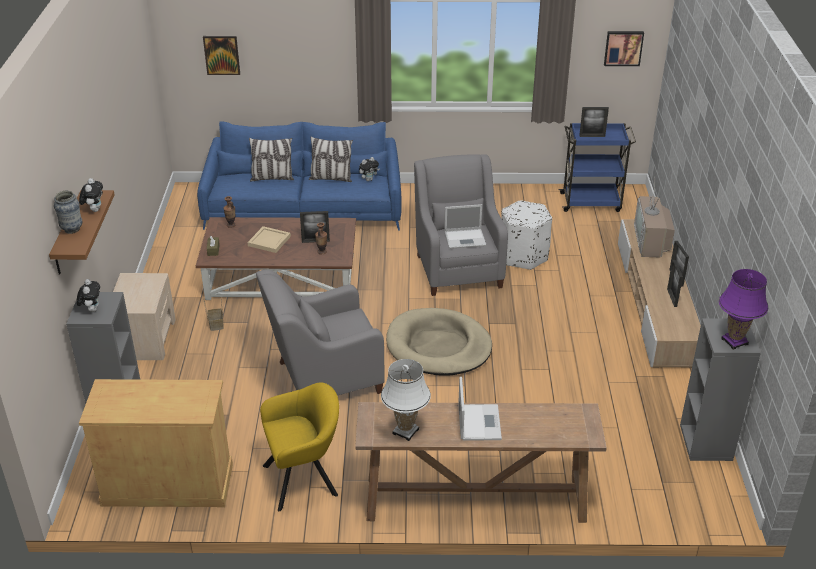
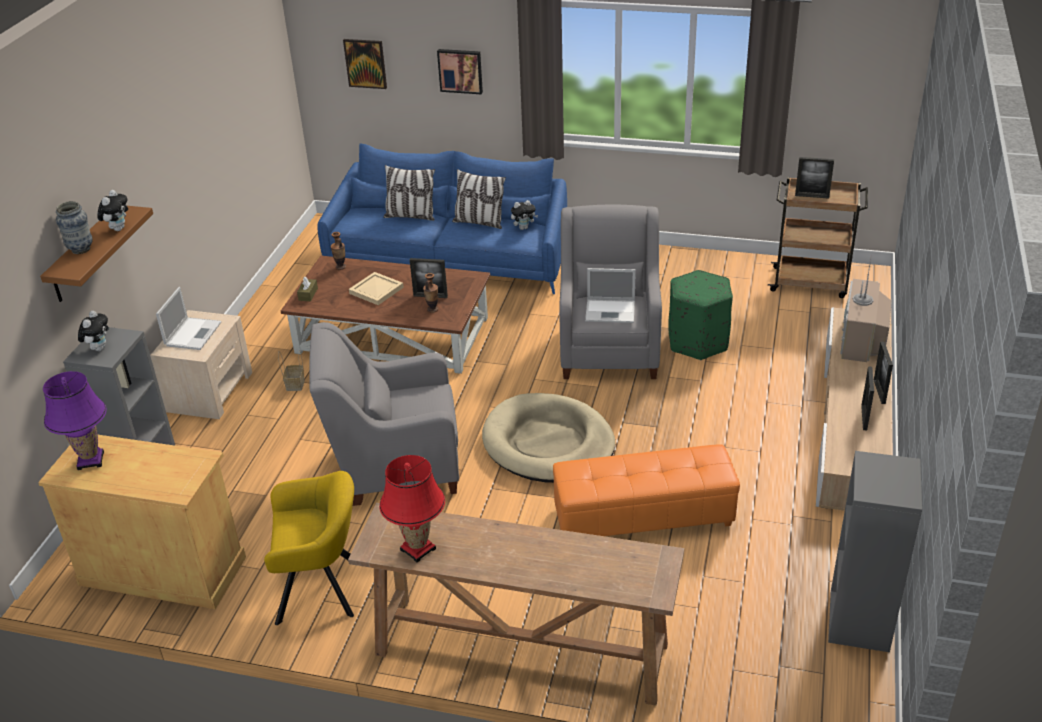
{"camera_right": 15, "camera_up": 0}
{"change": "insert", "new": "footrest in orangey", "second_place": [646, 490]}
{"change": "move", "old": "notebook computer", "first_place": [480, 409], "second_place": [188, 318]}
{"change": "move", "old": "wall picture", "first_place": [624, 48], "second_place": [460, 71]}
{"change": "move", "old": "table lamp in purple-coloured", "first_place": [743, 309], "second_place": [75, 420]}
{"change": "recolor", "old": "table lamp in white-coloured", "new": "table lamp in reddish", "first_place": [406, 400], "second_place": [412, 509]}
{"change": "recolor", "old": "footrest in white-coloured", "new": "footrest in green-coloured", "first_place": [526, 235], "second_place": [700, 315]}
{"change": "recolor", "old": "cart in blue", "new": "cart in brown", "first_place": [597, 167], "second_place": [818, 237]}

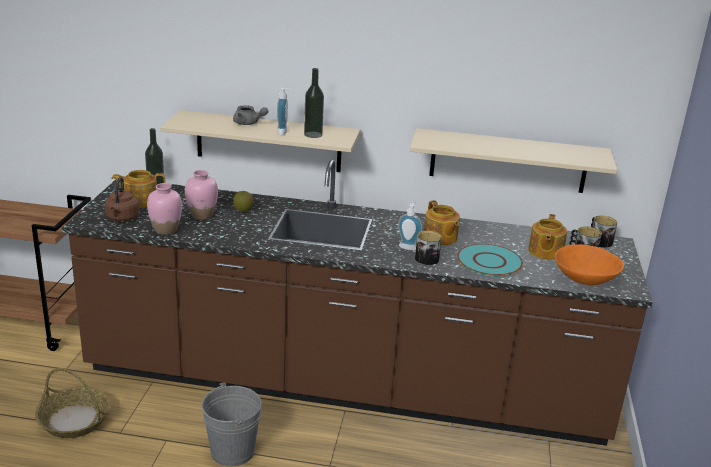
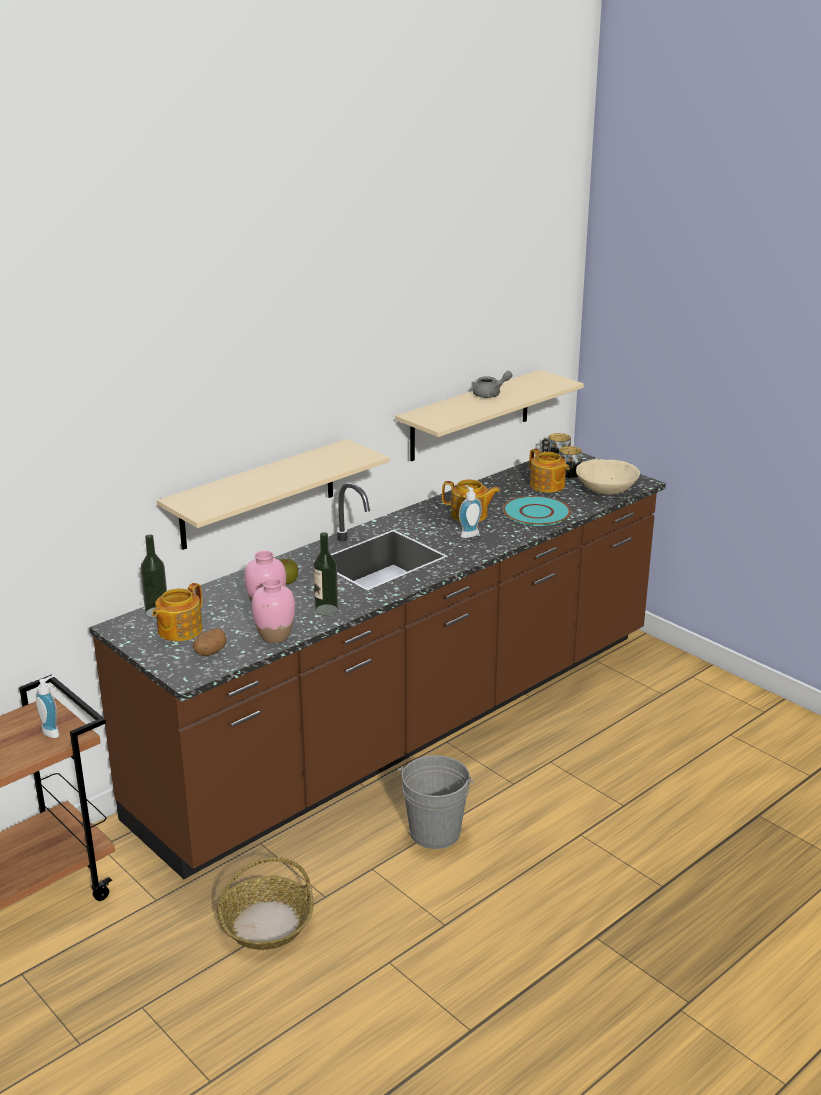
{"camera_right": -50, "camera_up": 0}
{"change": "delete", "old": "coffee mug", "first_place": [428, 248]}
{"change": "move", "old": "teapot in grey", "first_place": [250, 115], "second_place": [492, 384]}
{"change": "move", "old": "liquid soap bottle", "first_place": [285, 111], "second_place": [47, 706]}
{"change": "move", "old": "bottle", "first_place": [314, 103], "second_place": [325, 574]}
{"change": "replace", "old": "tea kettle in brown", "new": "potato", "first_place": [122, 199], "second_place": [210, 642]}
{"change": "recolor", "old": "serving bowl in orangey", "new": "serving bowl in beige", "first_place": [589, 264], "second_place": [608, 477]}

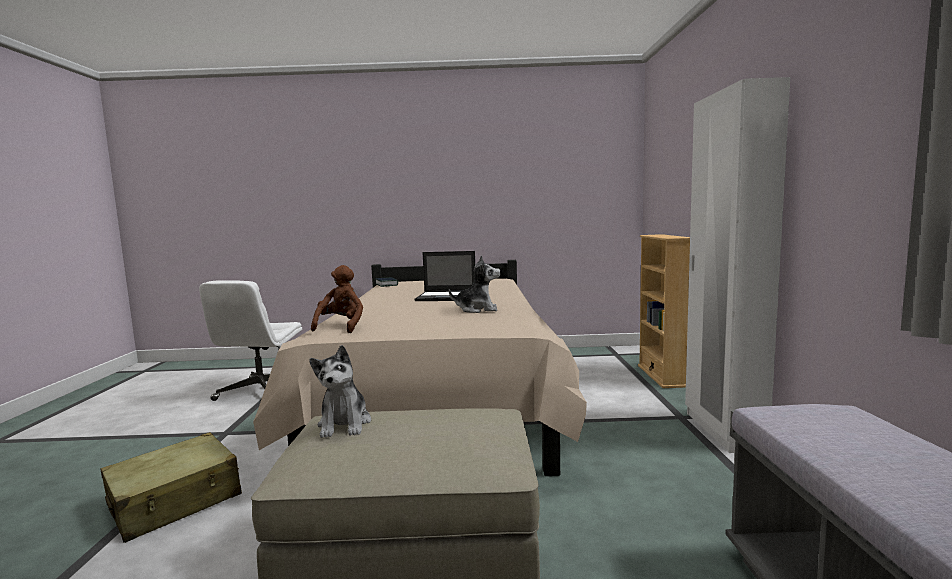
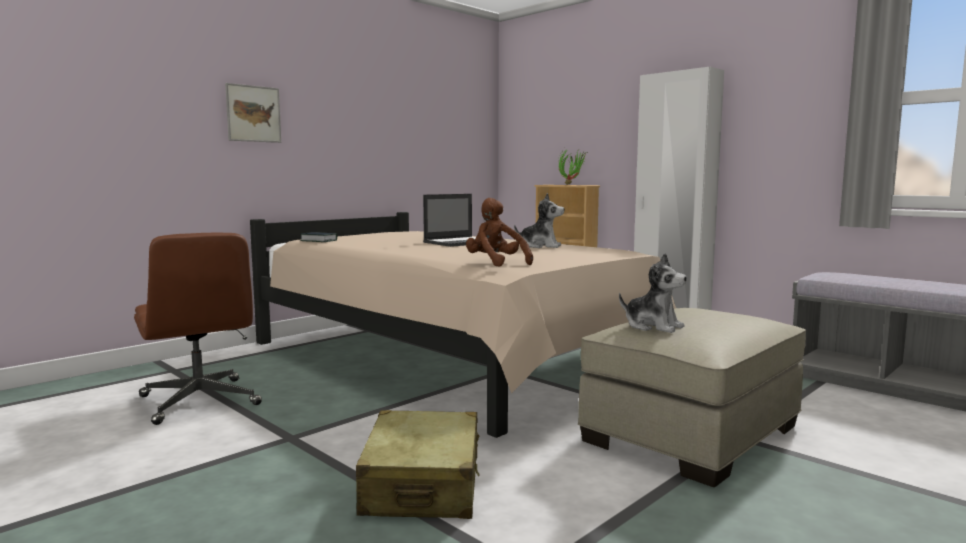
{"camera_right": -45, "camera_up": 0}
{"change": "insert", "new": "wall picture", "second_place": [253, 113]}
{"change": "insert", "new": "potted plant", "second_place": [573, 168]}
{"change": "recolor", "old": "computer chair in white-coloured", "new": "computer chair in brown", "first_place": [250, 340], "second_place": [198, 329]}
{"change": "rotate", "old": "soft toy", "first_place": [475, 284], "second_place": [539, 220], "degrees": 60}

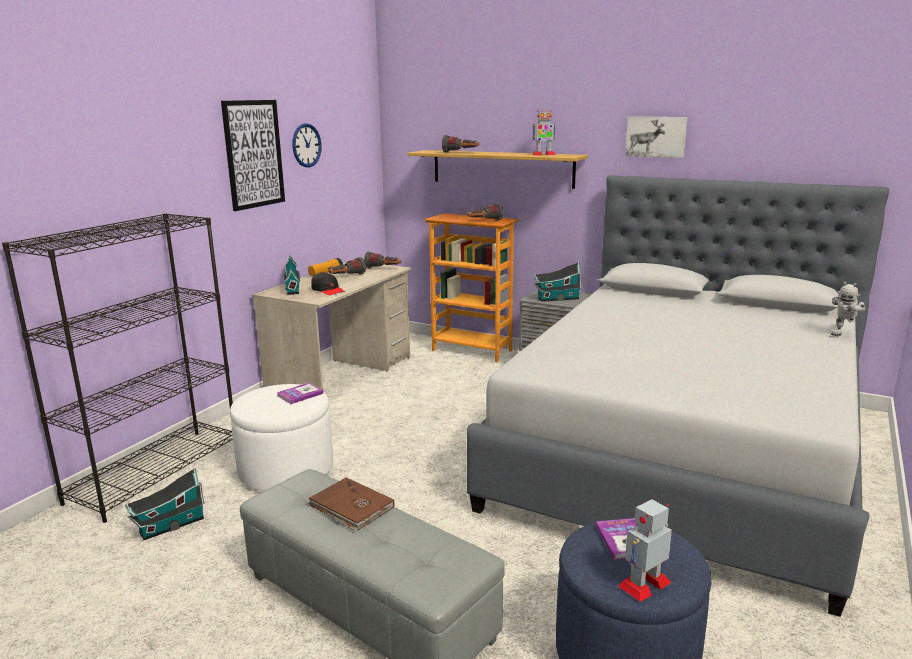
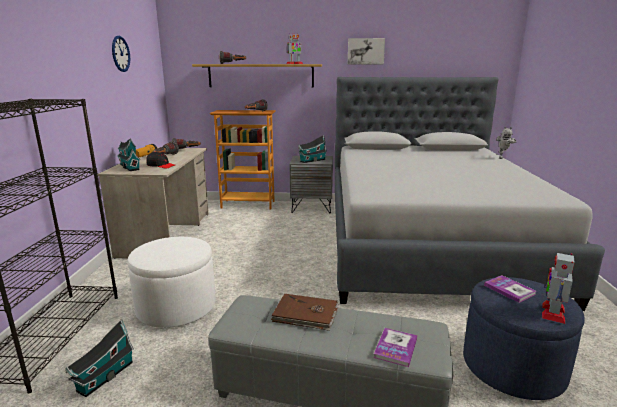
{"camera_right": -25, "camera_up": 0}
{"change": "delete", "old": "wall picture", "first_place": [253, 155]}
{"change": "move", "old": "bound book", "first_place": [300, 393], "second_place": [395, 347]}

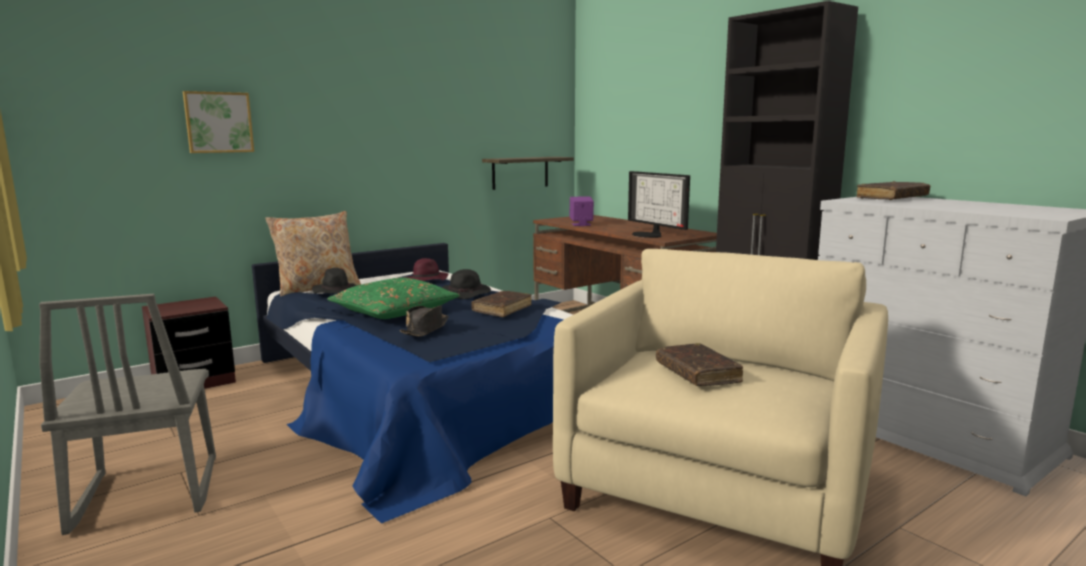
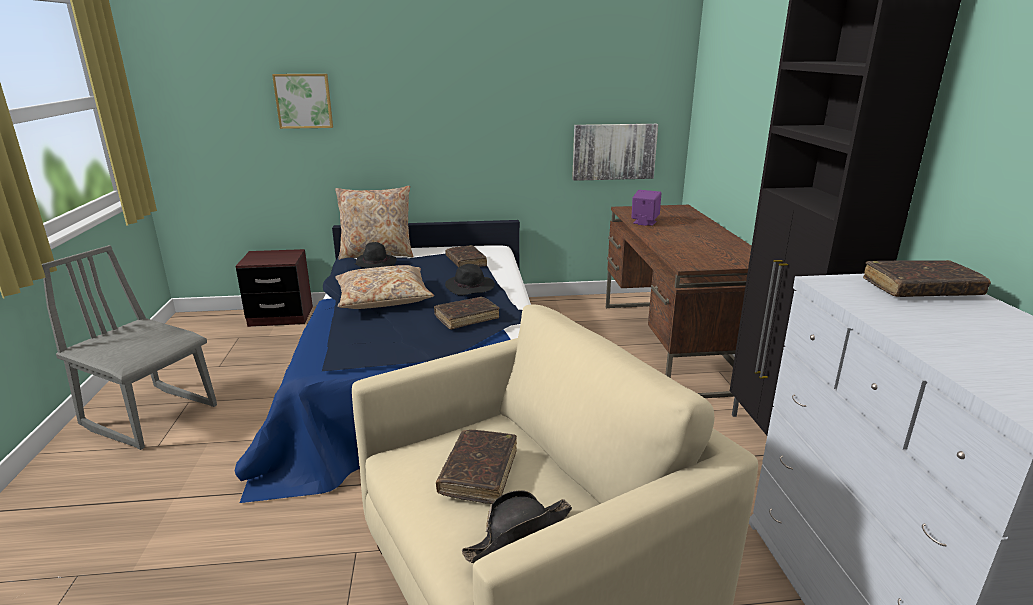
{"camera_right": 30, "camera_up": 10}
{"change": "delete", "old": "computer display", "first_place": [659, 204]}
{"change": "move", "old": "wearable hat in black-coloured", "first_place": [424, 320], "second_place": [517, 526]}
{"change": "replace", "old": "wearable hat in purple-coloured", "new": "bound book in brown", "first_place": [426, 269], "second_place": [466, 256]}
{"change": "replace", "old": "wall shelf", "new": "wall picture", "first_place": [528, 173], "second_place": [615, 152]}
{"change": "recolor", "old": "throw pillow in green-coloured", "new": "throw pillow in beige", "first_place": [393, 298], "second_place": [384, 287]}
{"change": "rotate", "old": "chair in grey", "first_place": [127, 414], "second_place": [129, 347], "degrees": 105}

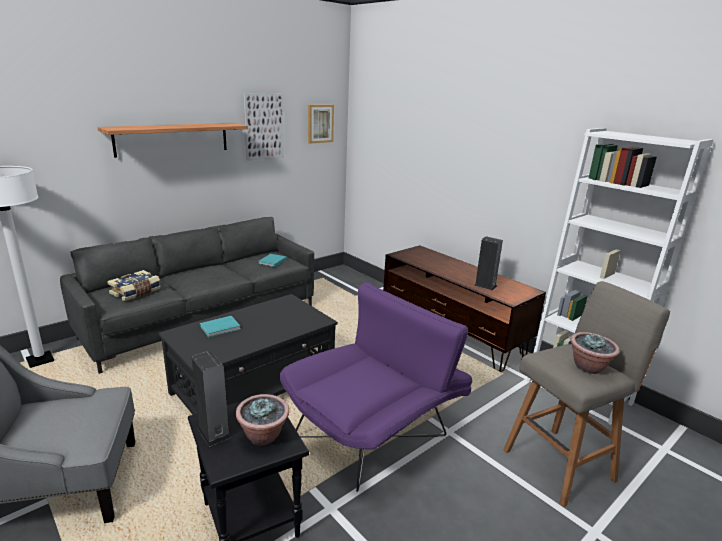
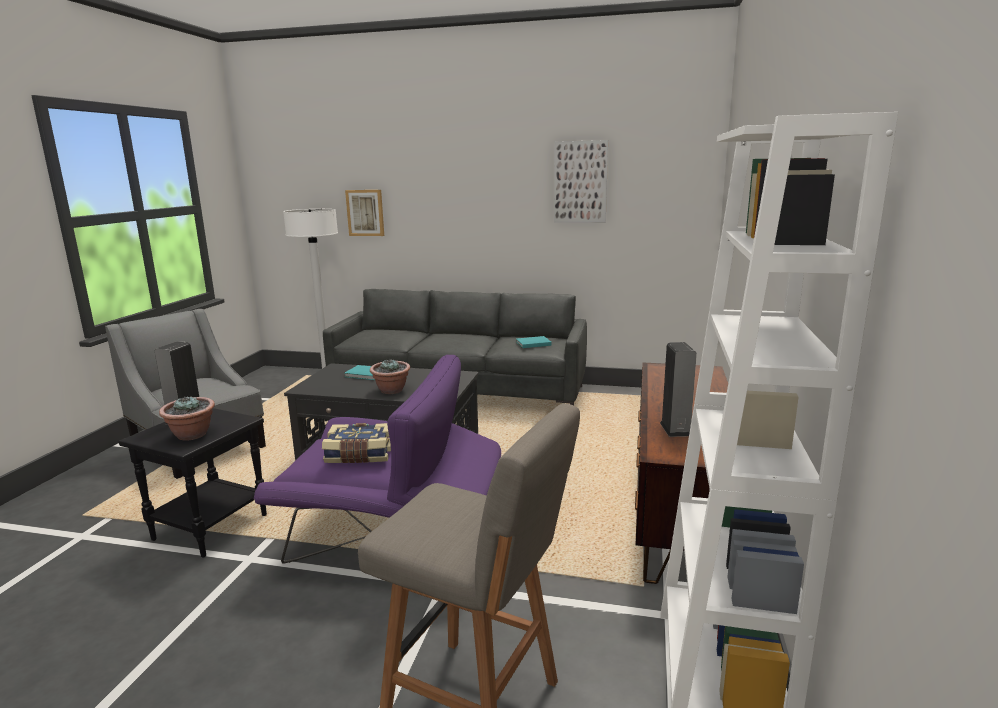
{"camera_right": 55, "camera_up": -5}
{"change": "delete", "old": "wall shelf", "first_place": [172, 140]}
{"change": "move", "old": "bound book", "first_place": [134, 285], "second_place": [356, 443]}
{"change": "move", "old": "wall picture", "first_place": [321, 124], "second_place": [364, 213]}
{"change": "move", "old": "potted plant", "first_place": [595, 353], "second_place": [390, 376]}

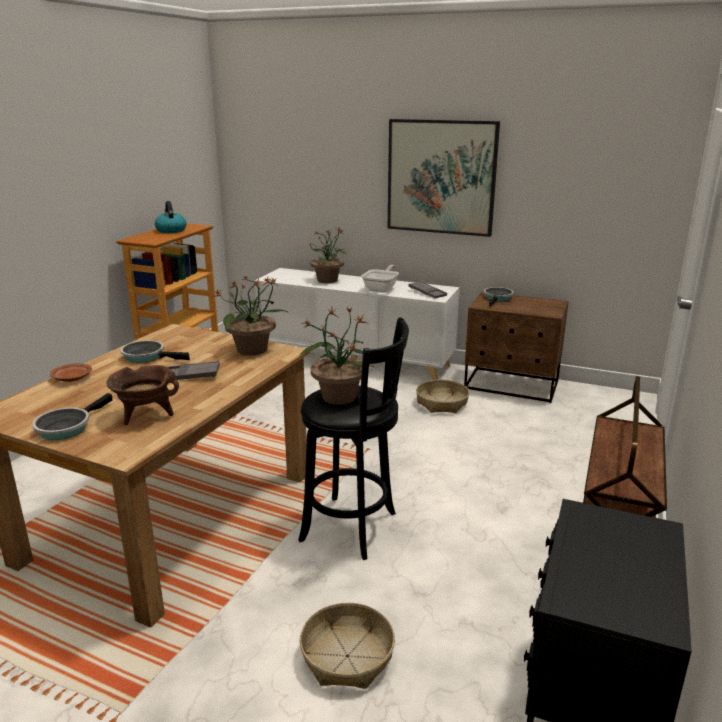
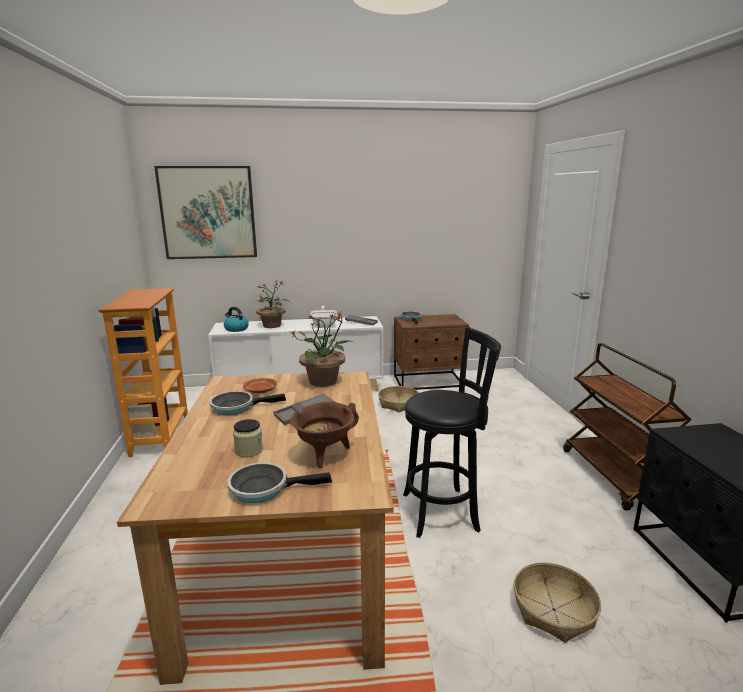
{"camera_right": -30, "camera_up": -5}
{"change": "delete", "old": "potted plant", "first_place": [337, 356]}
{"change": "insert", "new": "jar", "second_place": [248, 438]}
{"change": "move", "old": "plate in brown", "first_place": [71, 372], "second_place": [260, 386]}
{"change": "move", "old": "tea kettle", "first_place": [170, 217], "second_place": [236, 319]}
{"change": "move", "old": "wall picture", "first_place": [443, 178], "second_place": [205, 212]}
{"change": "rotate", "old": "skillet", "first_place": [72, 416], "second_place": [279, 482], "degrees": 90}

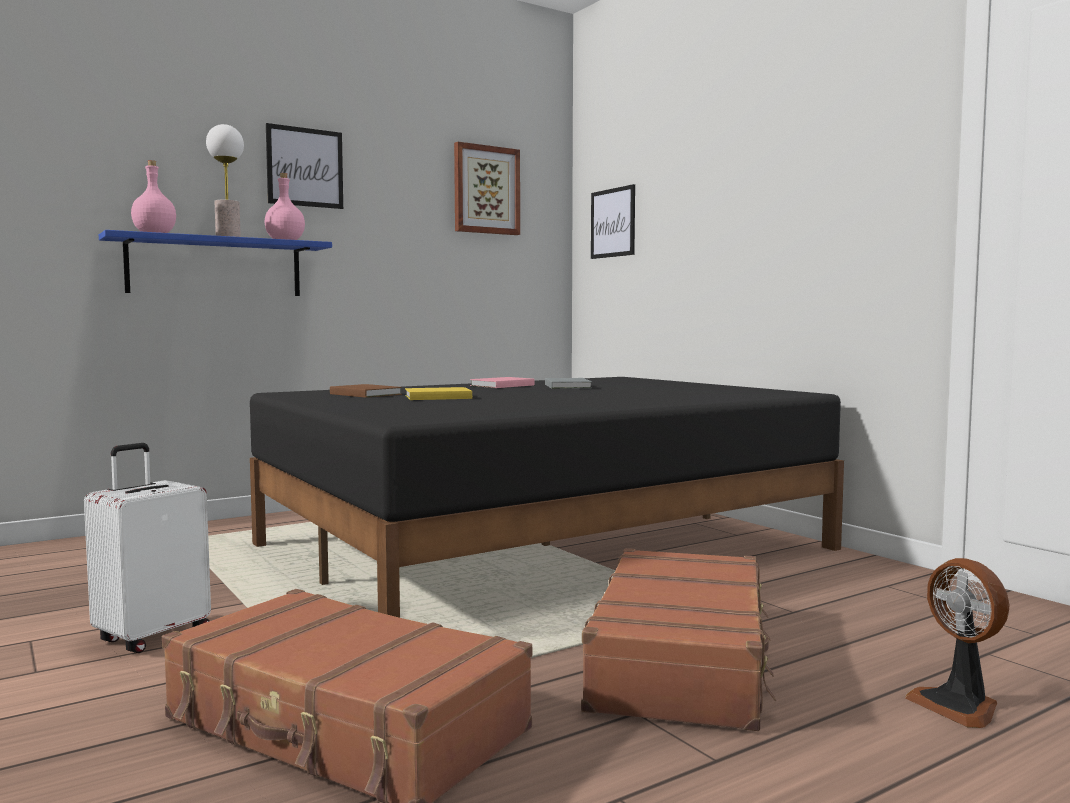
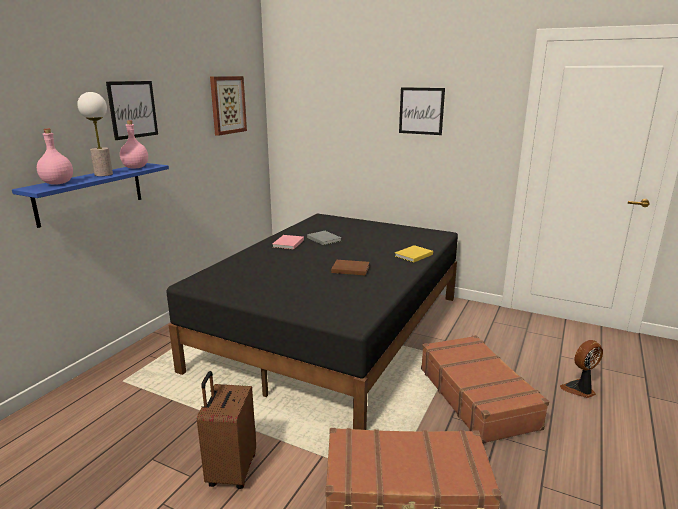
{"camera_right": -30, "camera_up": 15}
{"change": "move", "old": "bound book in brown", "first_place": [366, 391], "second_place": [350, 268]}
{"change": "move", "old": "bound book in yellow-coloured", "first_place": [438, 393], "second_place": [413, 254]}
{"change": "move", "old": "wall picture", "first_place": [613, 221], "second_place": [422, 111]}
{"change": "recolor", "old": "piece of luggage in white-coloured", "new": "piece of luggage in brown", "first_place": [147, 548], "second_place": [226, 430]}
{"change": "rotate", "old": "electric fan", "first_place": [957, 643], "second_place": [581, 369], "degrees": 120}

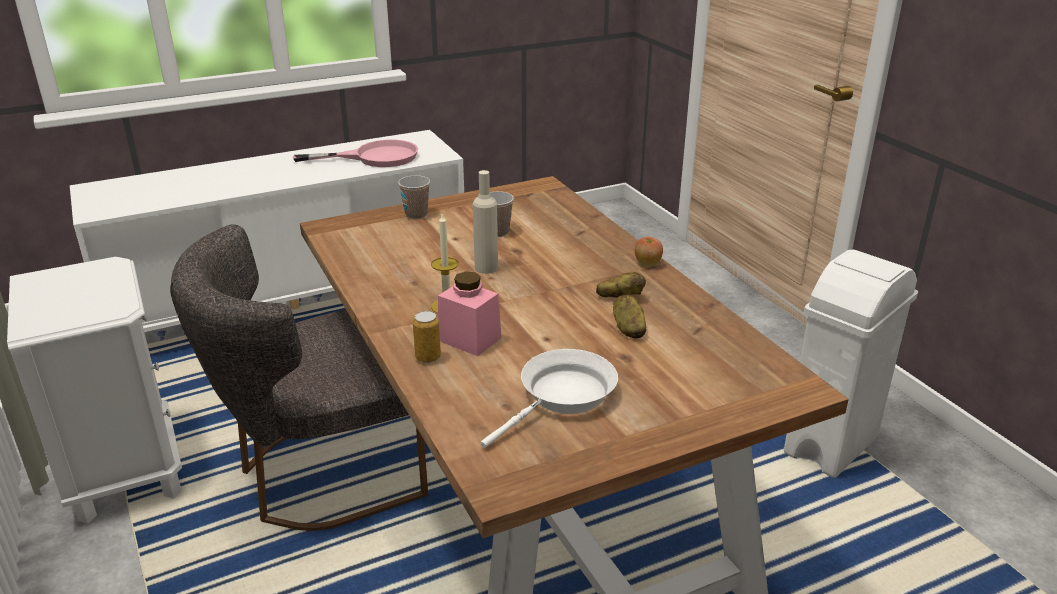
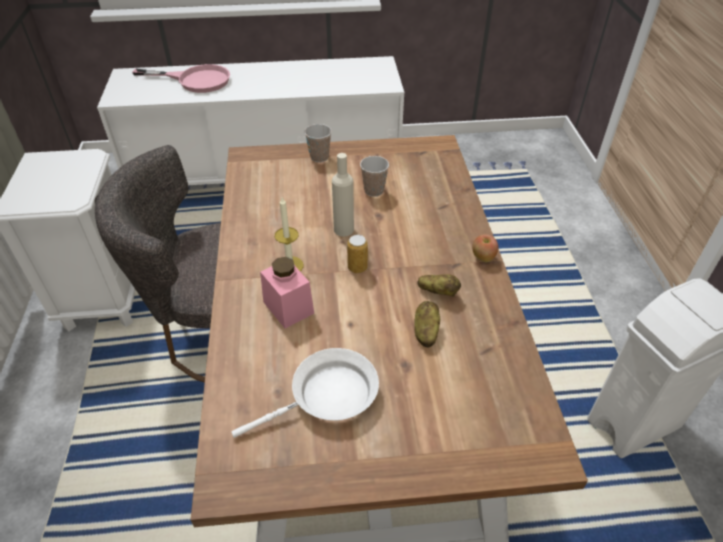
{"camera_right": 20, "camera_up": 15}
{"change": "move", "old": "skillet in pink", "first_place": [355, 153], "second_place": [181, 78]}
{"change": "move", "old": "can", "first_place": [427, 337], "second_place": [357, 254]}

